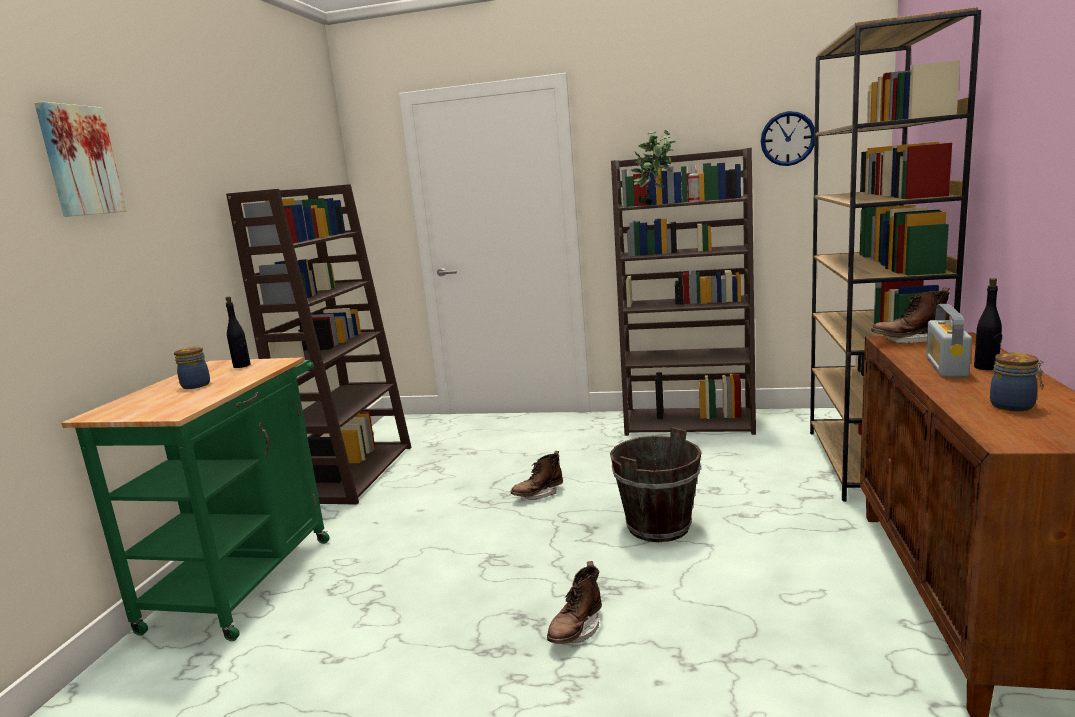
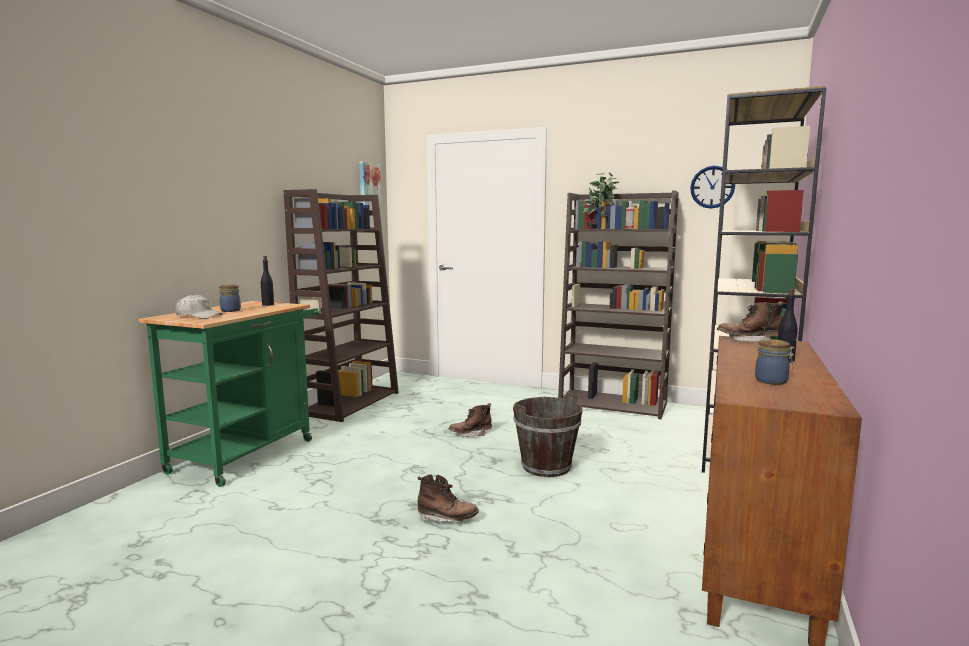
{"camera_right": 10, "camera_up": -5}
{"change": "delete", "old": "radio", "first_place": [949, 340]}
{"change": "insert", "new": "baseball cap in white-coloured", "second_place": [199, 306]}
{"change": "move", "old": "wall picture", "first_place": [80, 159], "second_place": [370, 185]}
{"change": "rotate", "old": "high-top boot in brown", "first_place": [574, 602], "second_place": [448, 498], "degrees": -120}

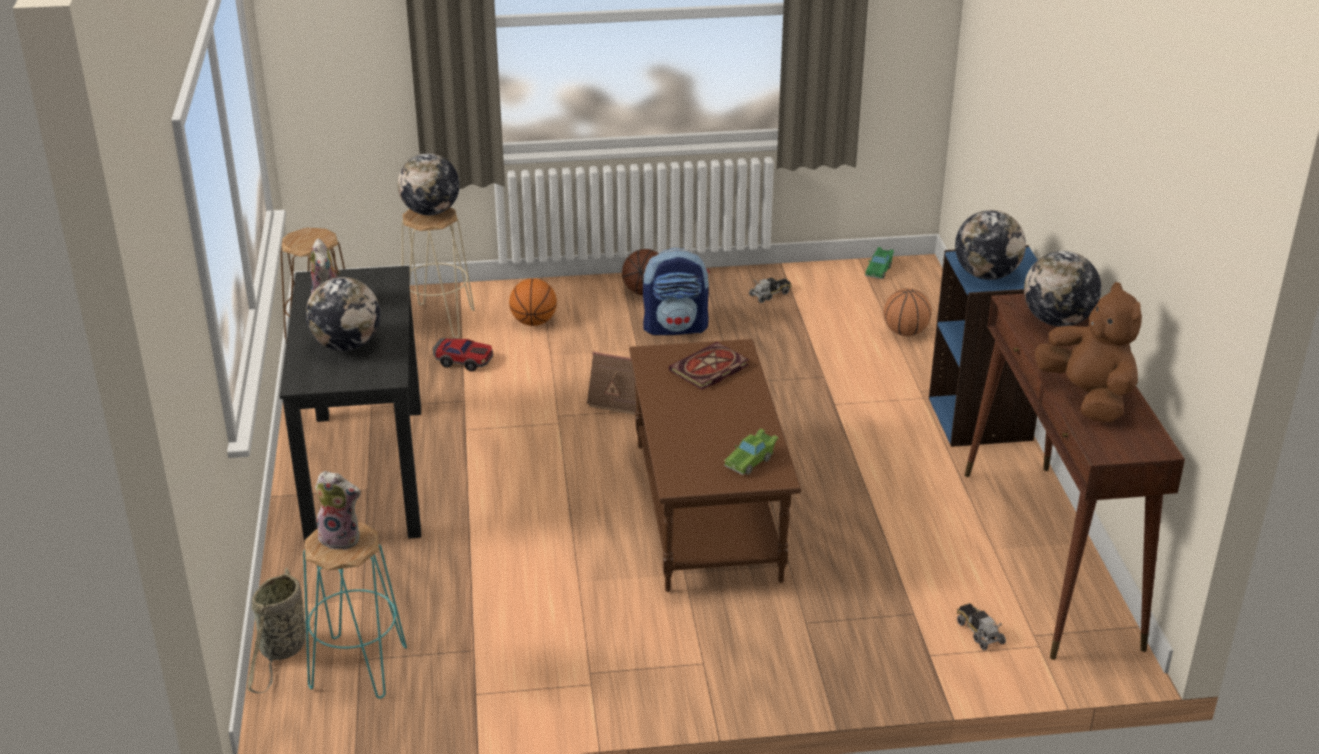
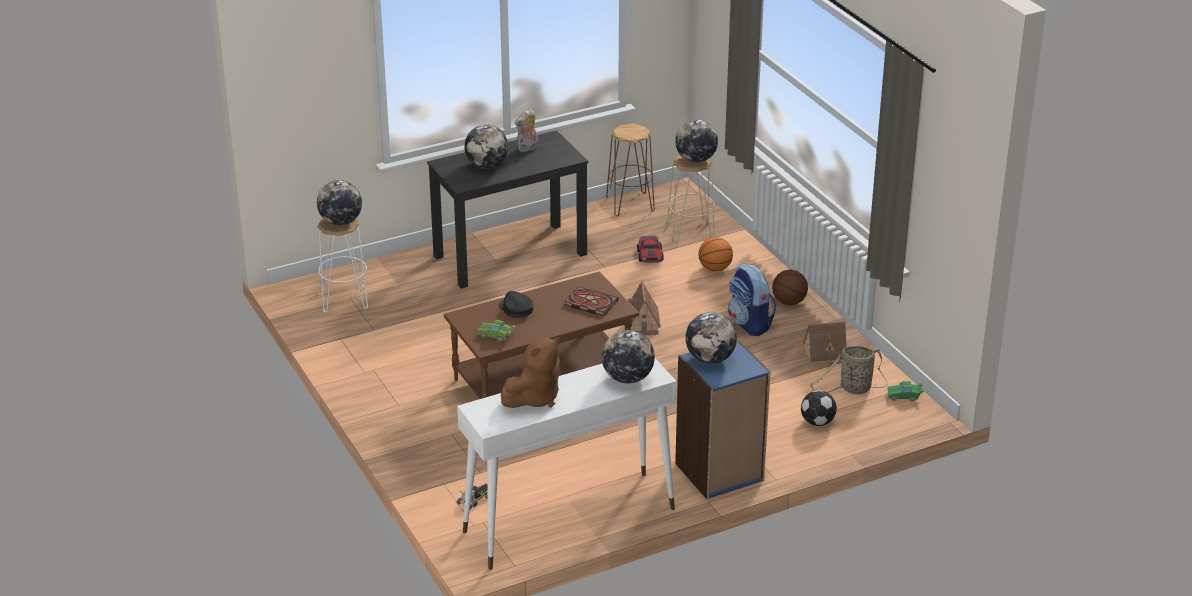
{"camera_right": 70, "camera_up": 0}
{"change": "insert", "new": "baseball cap in black-coloured", "second_place": [516, 304]}
{"change": "move", "old": "household basket", "first_place": [279, 630], "second_place": [848, 370]}
{"change": "replace", "old": "soft toy", "new": "desk globe", "first_place": [338, 510], "second_place": [339, 202]}
{"change": "replace", "old": "toy lorry", "new": "miniature house", "first_place": [770, 290], "second_place": [825, 343]}
{"change": "replace", "old": "ball for basketball", "new": "football ball", "first_place": [907, 312], "second_place": [819, 408]}
{"change": "recolor", "old": "stool in turquoise", "new": "stool in white-coloured", "first_place": [355, 610], "second_place": [342, 266]}
{"change": "recolor", "old": "hall table in brown", "new": "hall table in white-coloured", "first_place": [1075, 477], "second_place": [567, 464]}

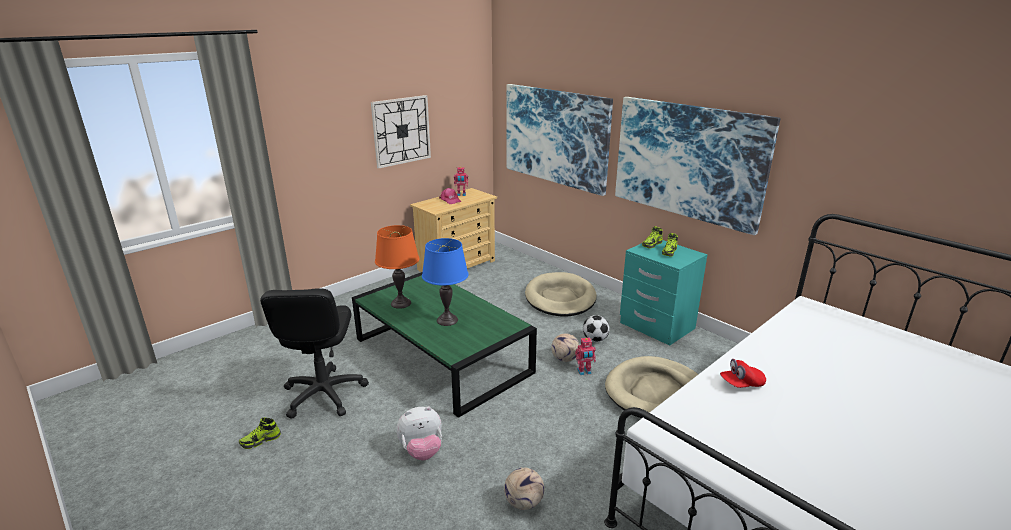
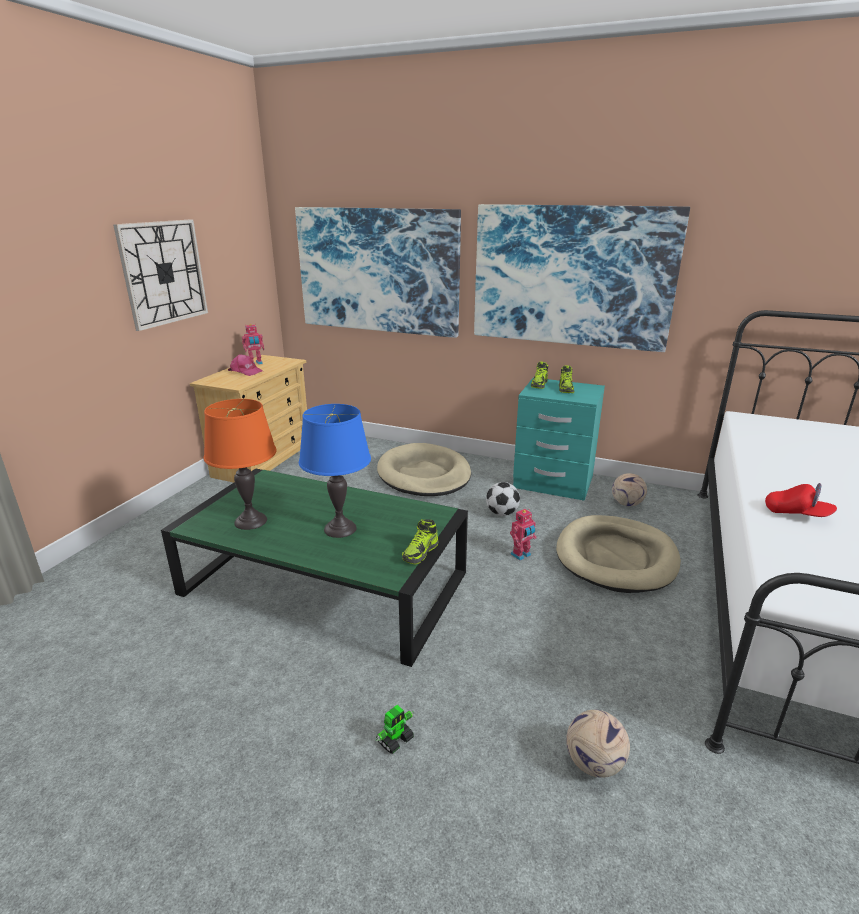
{"camera_right": -25, "camera_up": 0}
{"change": "delete", "old": "computer chair in black-coloured", "first_place": [314, 353]}
{"change": "move", "old": "shoe", "first_place": [260, 433], "second_place": [420, 541]}
{"change": "move", "old": "football ball", "first_place": [565, 347], "second_place": [629, 489]}
{"change": "replace", "old": "soft toy", "new": "model robot", "first_place": [419, 433], "second_place": [395, 729]}
{"change": "rotate", "old": "baseball cap in reddish", "first_place": [743, 373], "second_place": [801, 500], "degrees": -105}

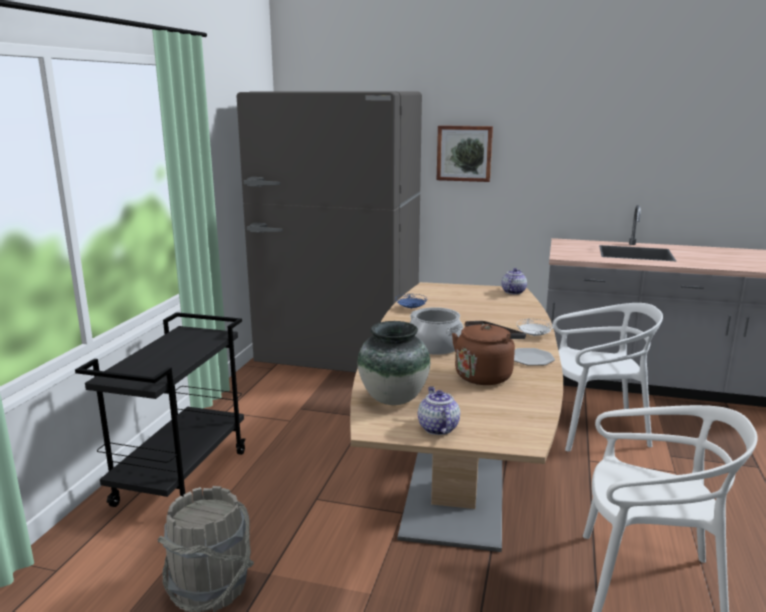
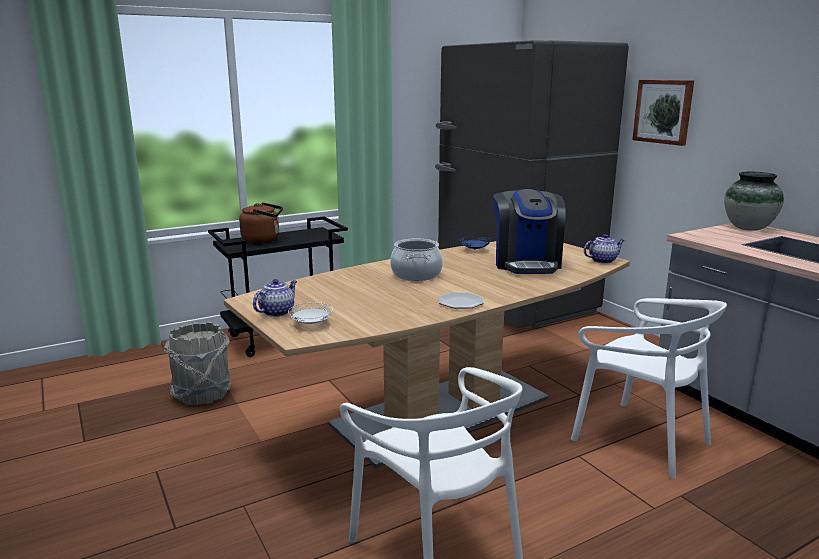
{"camera_right": 45, "camera_up": 0}
{"change": "insert", "new": "coffee brewer", "second_place": [529, 231]}
{"change": "move", "old": "vase", "first_place": [393, 363], "second_place": [754, 201]}
{"change": "move", "old": "tea kettle in brown", "first_place": [489, 353], "second_place": [261, 222]}
{"change": "move", "old": "plate in white-coloured", "first_place": [535, 327], "second_place": [310, 313]}

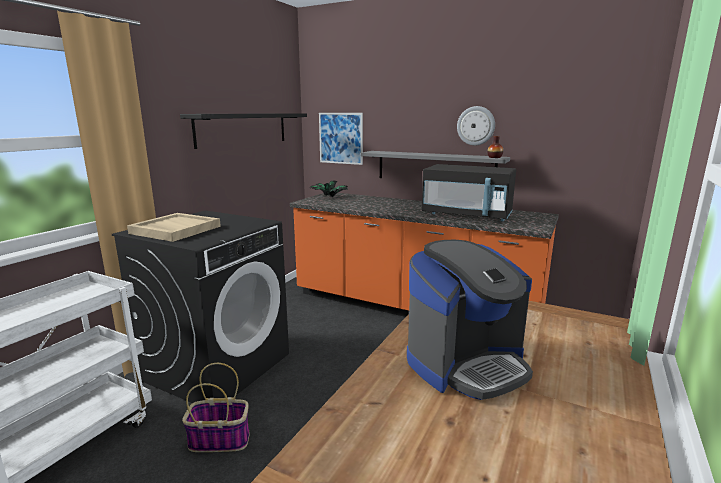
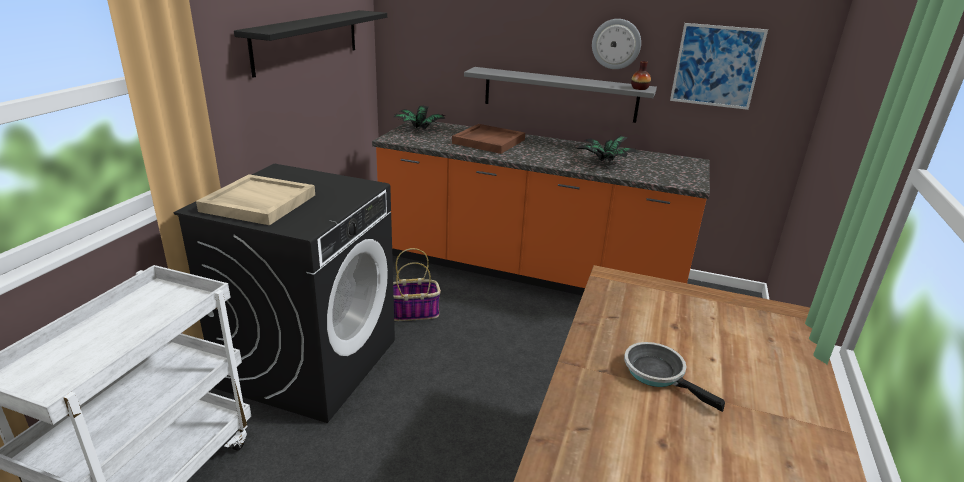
{"camera_right": -10, "camera_up": 10}
{"change": "insert", "new": "tray in brown", "second_place": [488, 139]}
{"change": "move", "old": "household basket", "first_place": [216, 407], "second_place": [417, 284]}
{"change": "move", "old": "wall picture", "first_place": [341, 139], "second_place": [719, 66]}
{"change": "replace", "old": "coffee brewer", "new": "skillet", "first_place": [470, 320], "second_place": [674, 377]}
{"change": "replace", "old": "microwave oven in black-coloured", "new": "potted plant", "first_place": [468, 192], "second_place": [607, 148]}

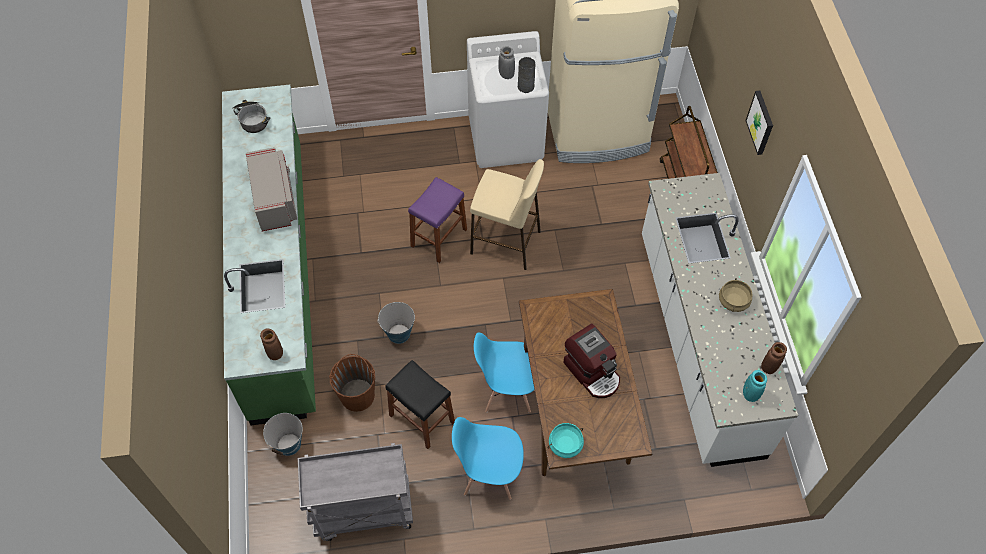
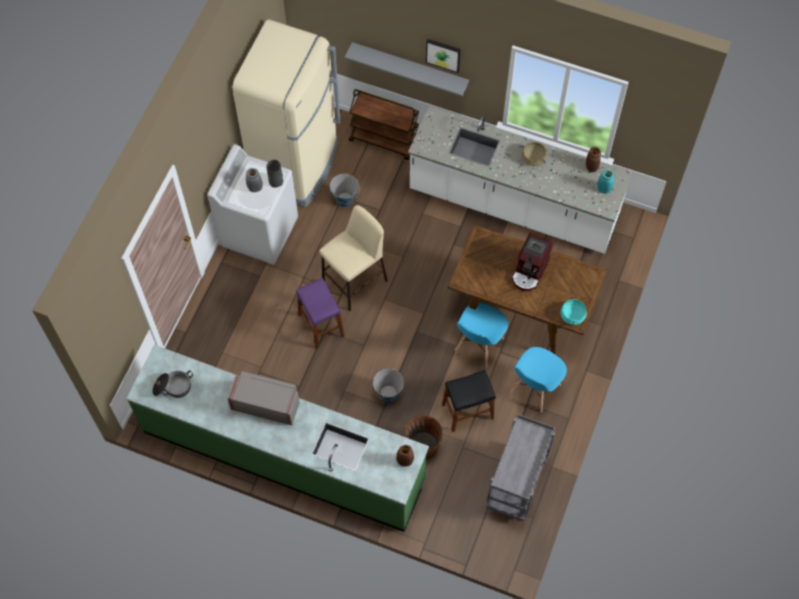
{"camera_right": -60, "camera_up": 5}
{"change": "insert", "new": "wall shelf in grey", "second_place": [407, 69]}
{"change": "move", "old": "pail", "first_place": [283, 434], "second_place": [344, 190]}
{"change": "rotate", "old": "coffee brewer", "first_place": [591, 360], "second_place": [532, 262], "degrees": 120}

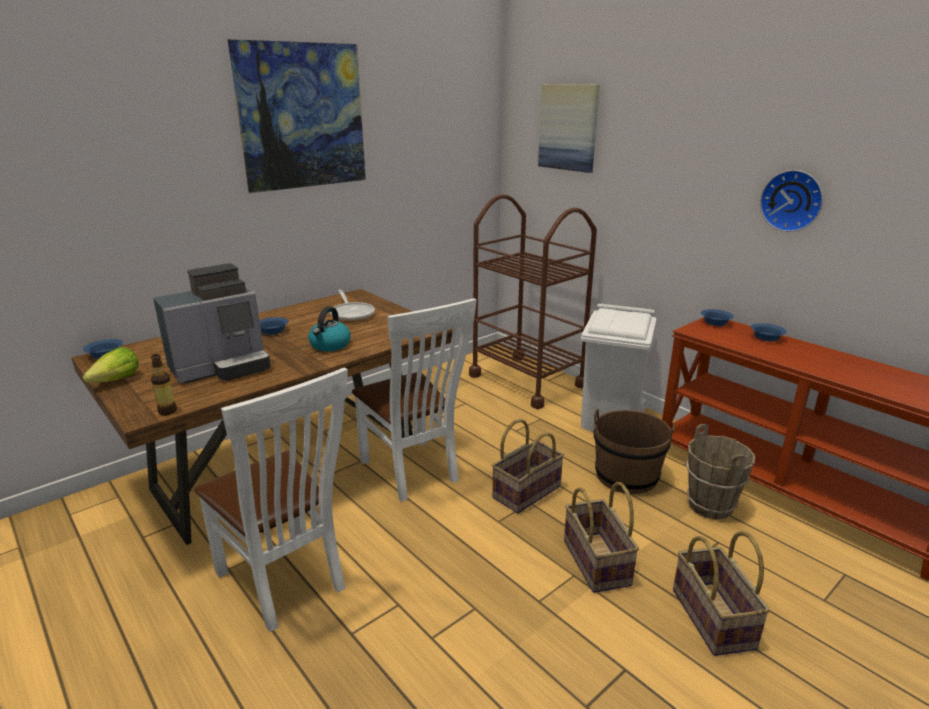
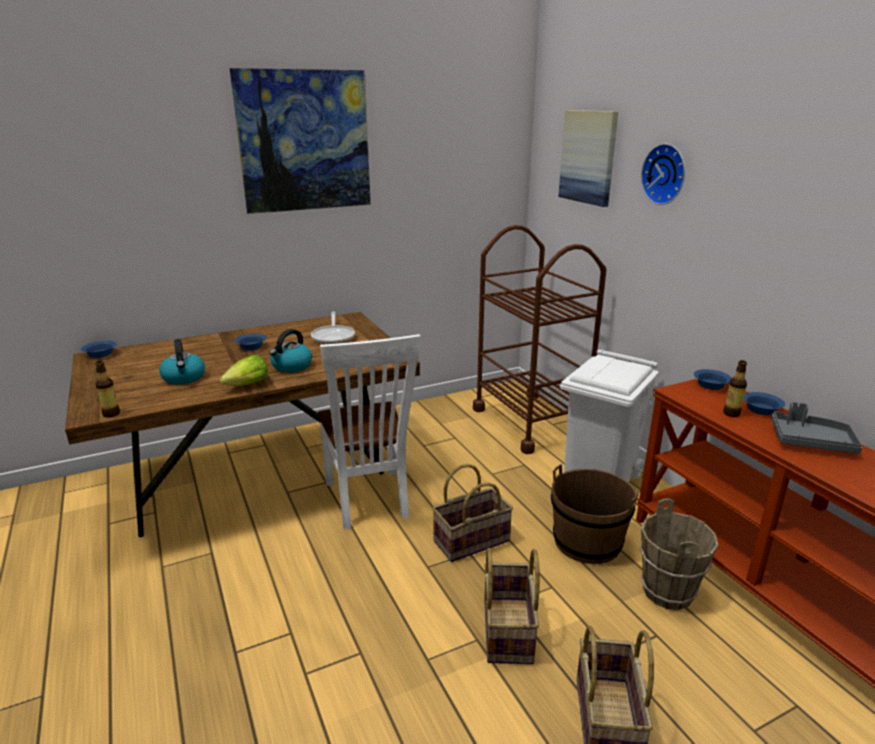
{"camera_right": 15, "camera_up": 0}
{"change": "delete", "old": "chair in white-coloured", "first_place": [271, 499]}
{"change": "insert", "new": "bottle", "second_place": [735, 388]}
{"change": "insert", "new": "tray in grey", "second_place": [816, 428]}
{"change": "move", "old": "head of lettuce", "first_place": [111, 365], "second_place": [243, 370]}
{"change": "move", "old": "hanging clock", "first_place": [791, 201], "second_place": [663, 174]}
{"change": "replace", "old": "coffee brewer", "new": "tea kettle", "first_place": [212, 323], "second_place": [182, 362]}

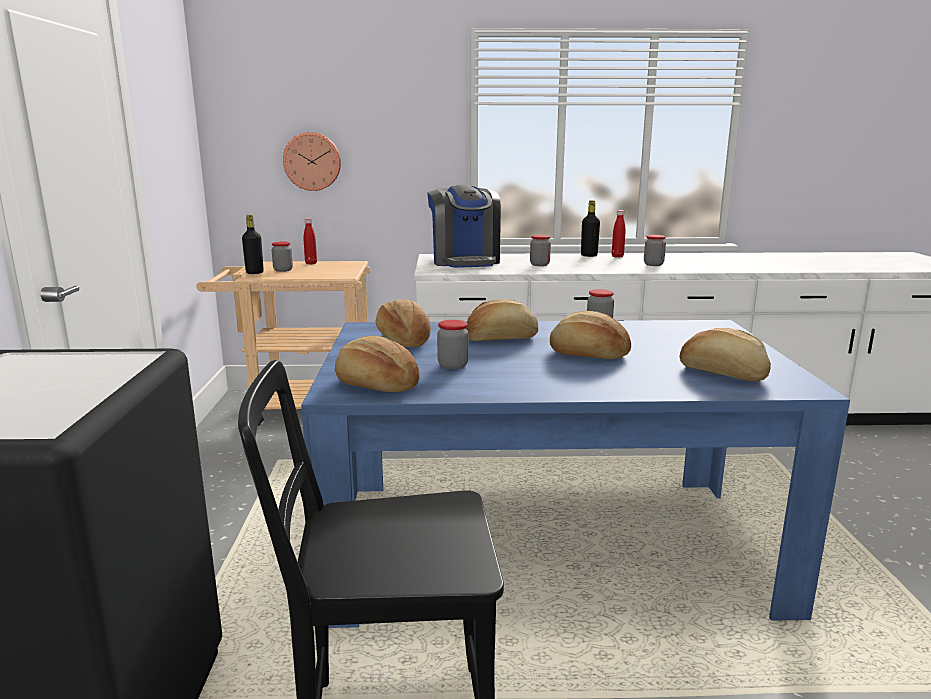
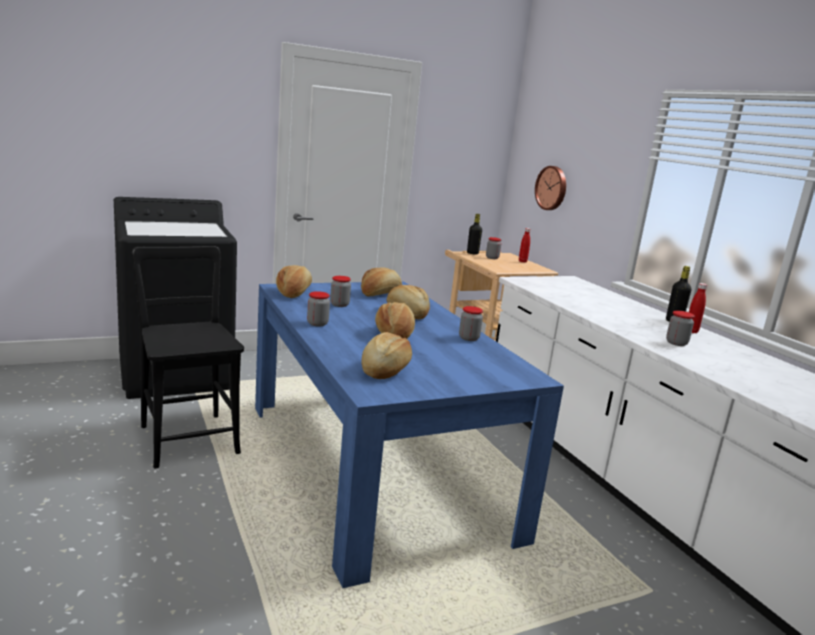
{"camera_right": 65, "camera_up": 0}
{"change": "delete", "old": "coffee brewer", "first_place": [464, 226]}
{"change": "move", "old": "jar", "first_place": [540, 250], "second_place": [318, 309]}

